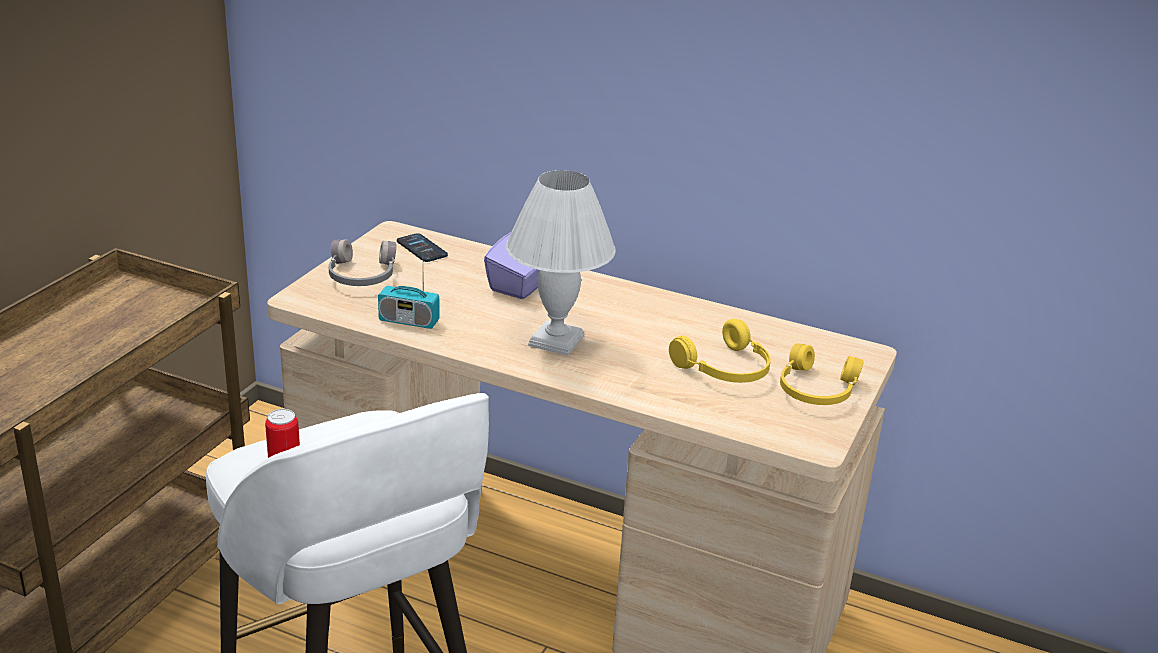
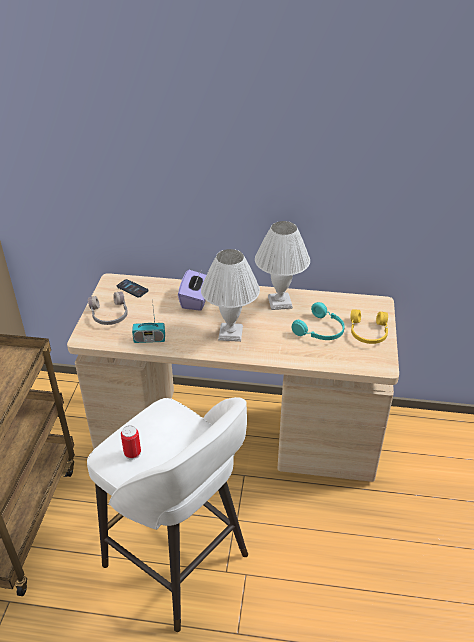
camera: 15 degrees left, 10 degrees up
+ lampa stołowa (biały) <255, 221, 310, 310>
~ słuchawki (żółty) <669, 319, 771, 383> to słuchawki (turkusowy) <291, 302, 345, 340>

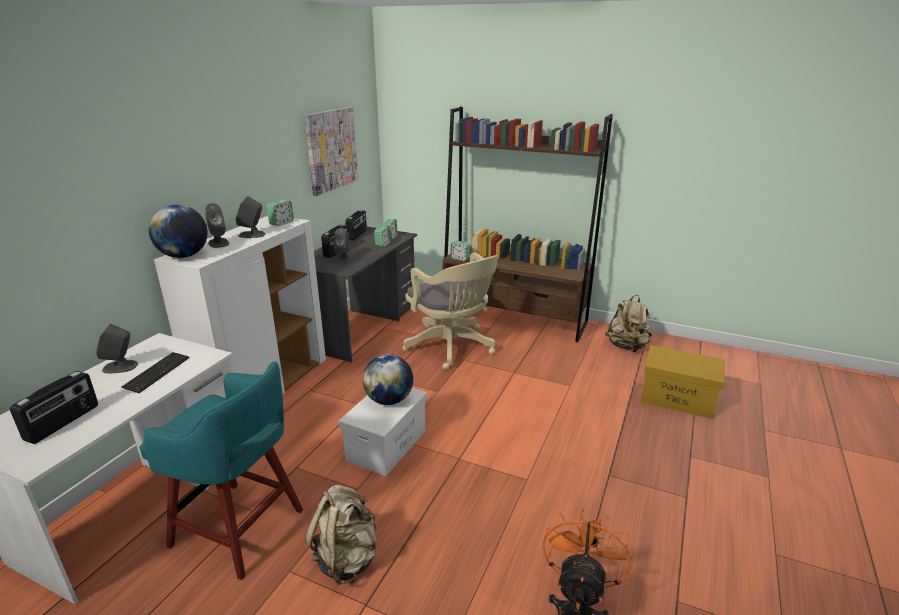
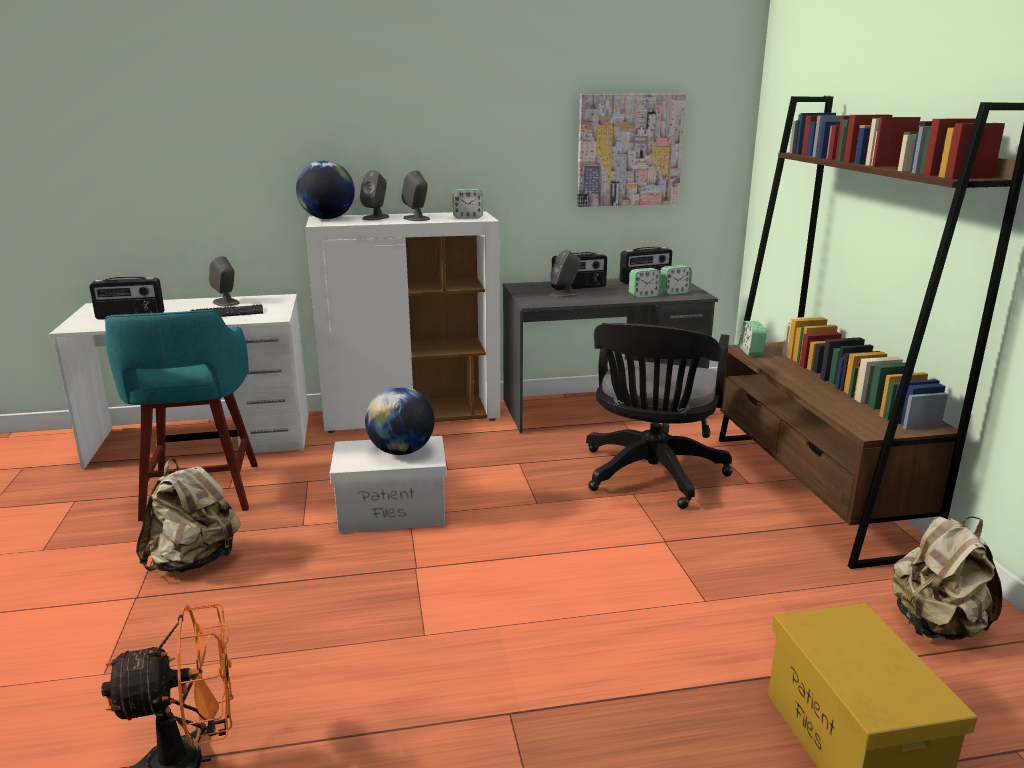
camera: 55 degrees right, 5 degrees down
~ krzesło biurowe (beżowy) <403, 252, 498, 370> to krzesło biurowe (czarny) <586, 323, 732, 509>

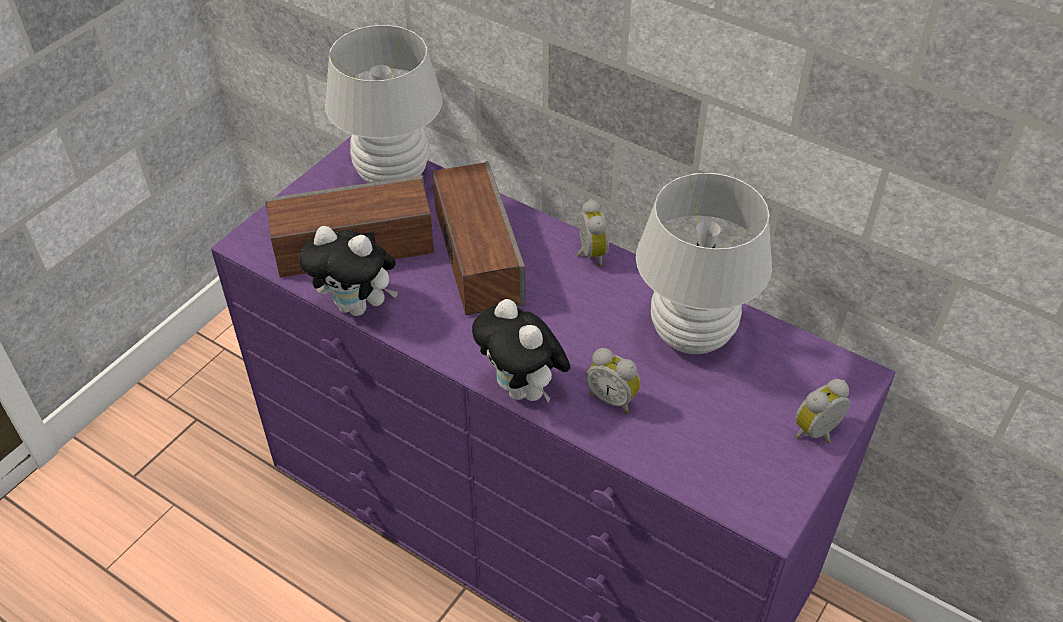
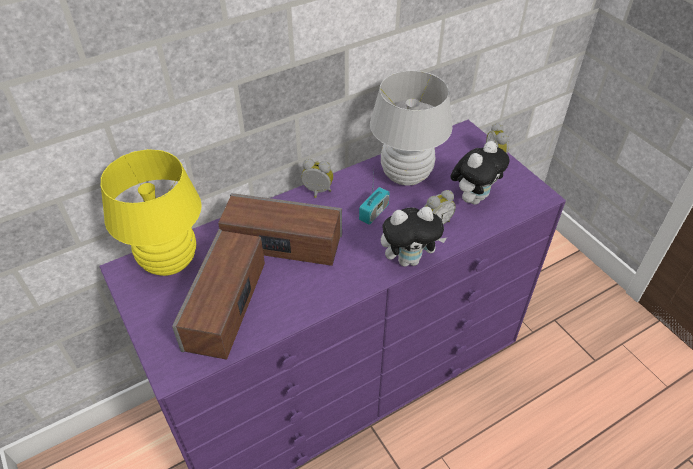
camera: 65 degrees left, 0 degrees up
+ radio <359, 171, 390, 225>
~ pluszak <299, 226, 398, 316> to <450, 141, 510, 204>
~ lampa stołowa (biały) <325, 25, 443, 183> to lampa stołowa (żółty) <101, 149, 202, 276>

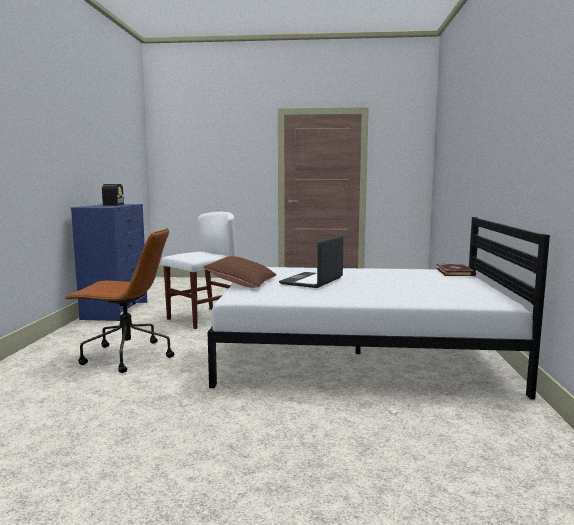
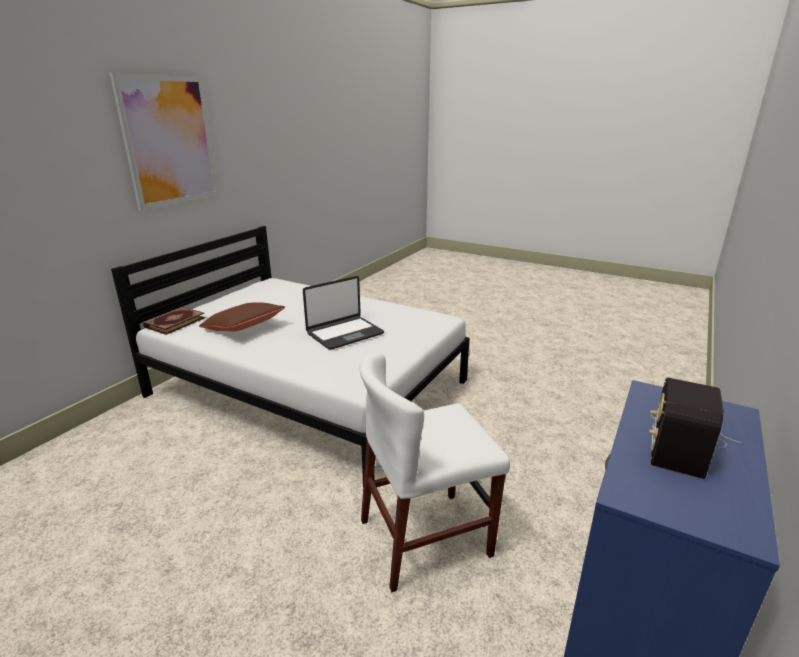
camera: 155 degrees left, 15 degrees up
- krzesło biurowe (brązowy) <64, 228, 174, 373>
+ obraz <110, 73, 219, 210>
~ poduszka (brązowy) <203, 256, 277, 288> to <199, 302, 285, 332>

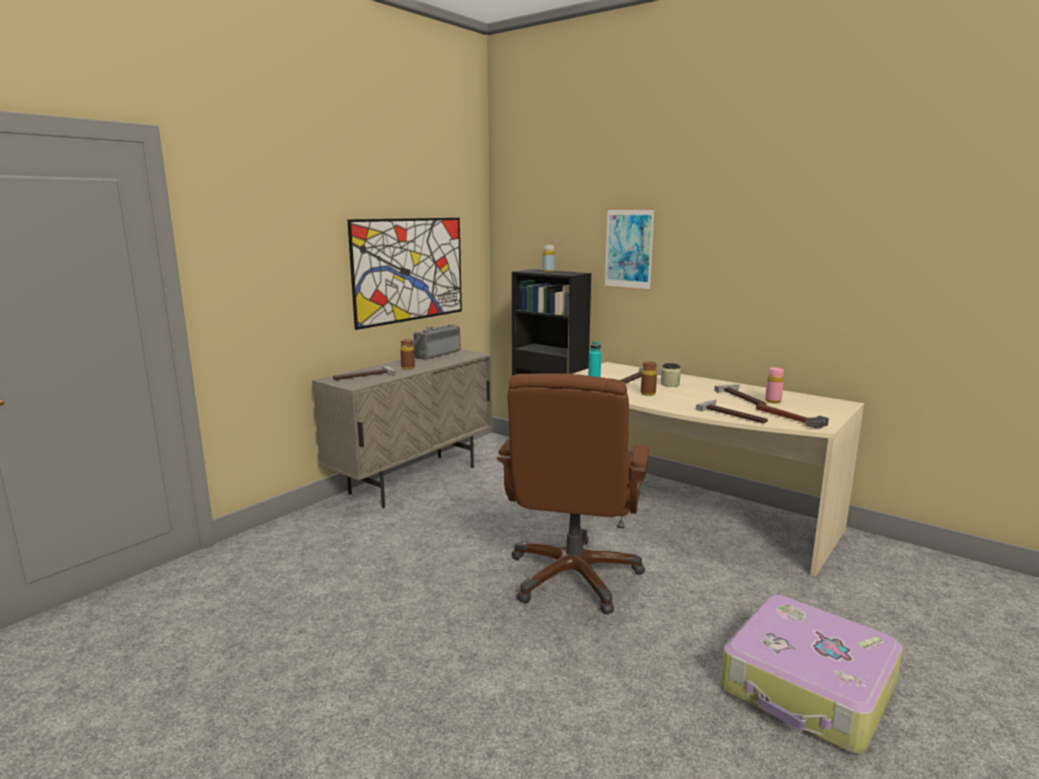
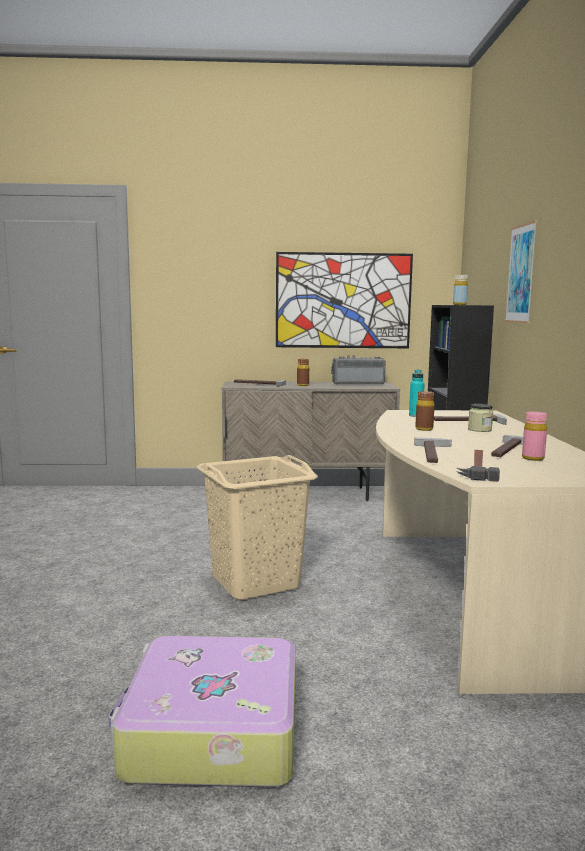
camera: 50 degrees right, 5 degrees down
~ krzesło biurowe (brązowy) <497, 373, 650, 614> to kosz na pranie (beżowy) <197, 455, 318, 600>

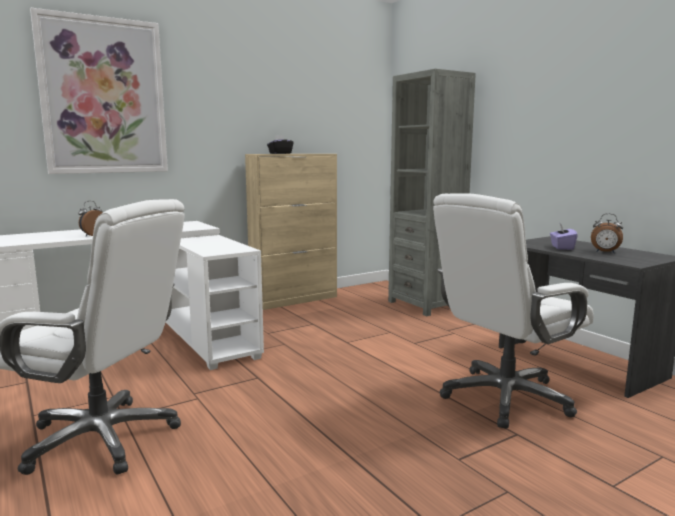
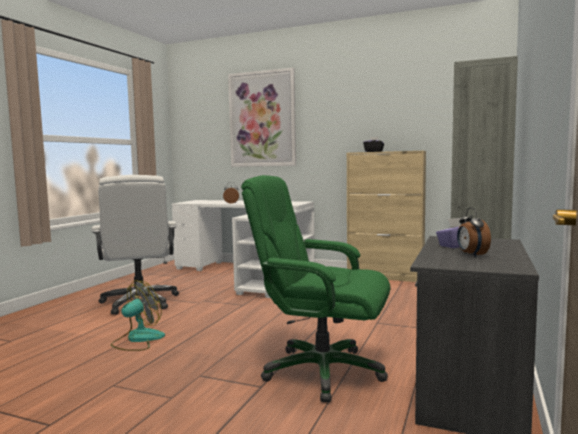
camera: 55 degrees right, 5 degrees down
+ wentylator <111, 280, 165, 351>
~ krzesło biurowe (biały) <433, 193, 594, 429> to krzesło biurowe (zielony) <241, 175, 390, 402>

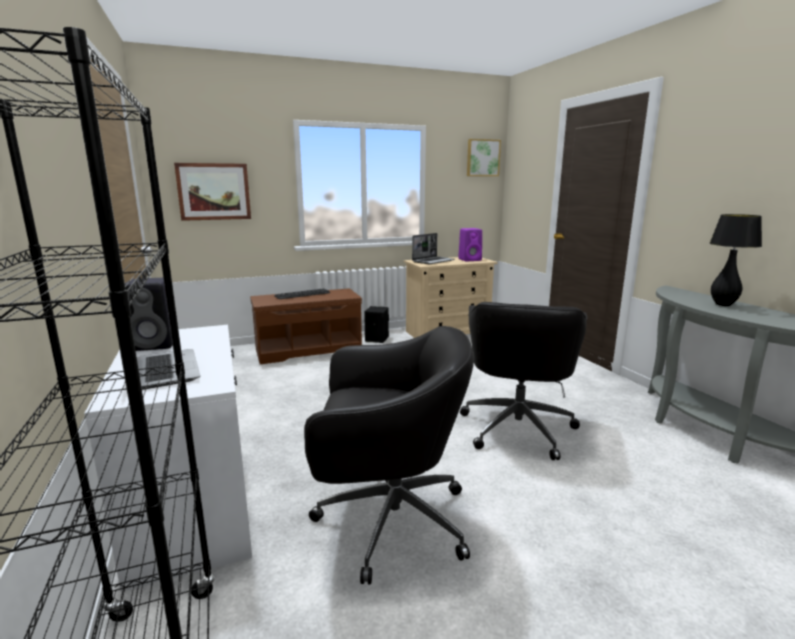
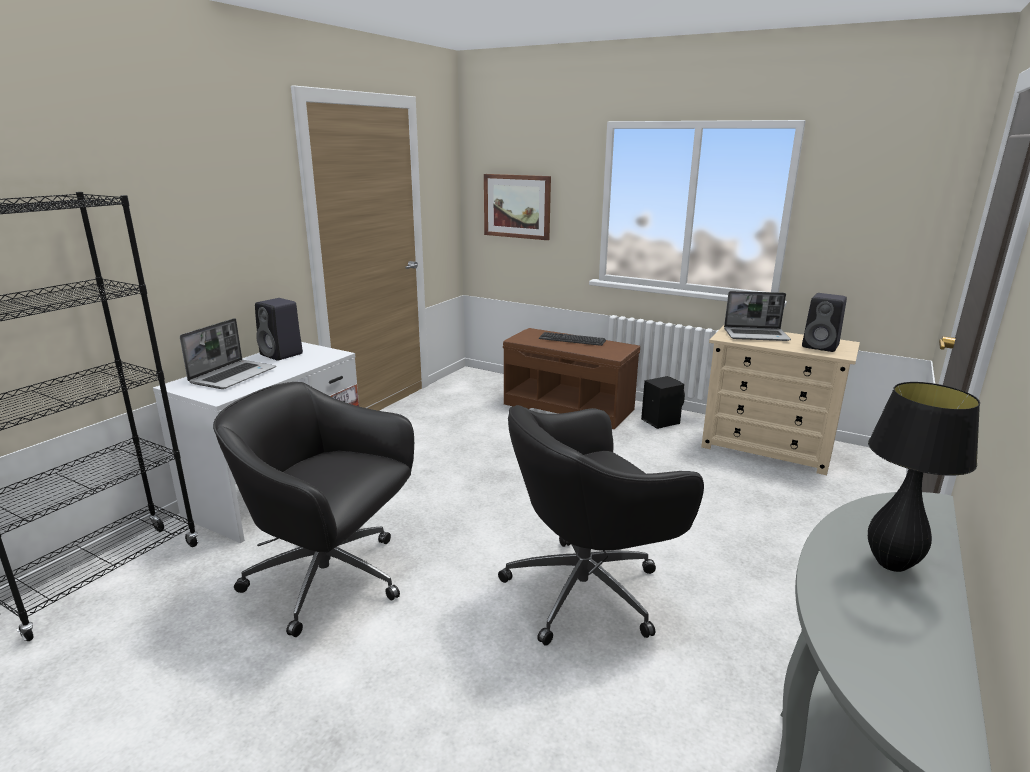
camera: 50 degrees right, 5 degrees up
- obraz <467, 139, 501, 176>
~ głośnik (fioletowy) <458, 228, 482, 261> to głośnik (czarny) <802, 293, 847, 352>
~ krzesło biurowe (czarny) <304, 326, 474, 584> = <213, 382, 414, 637> 150 degrees clockwise

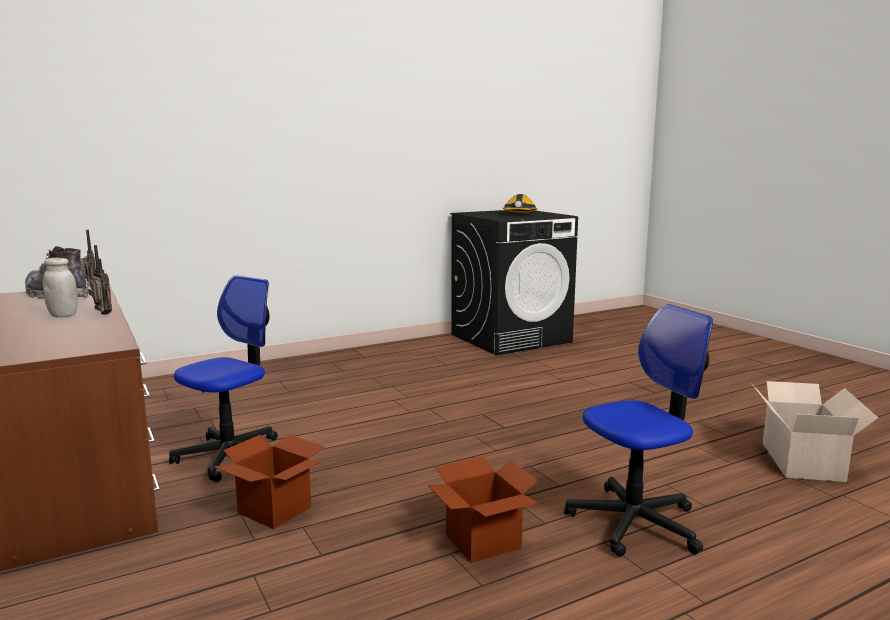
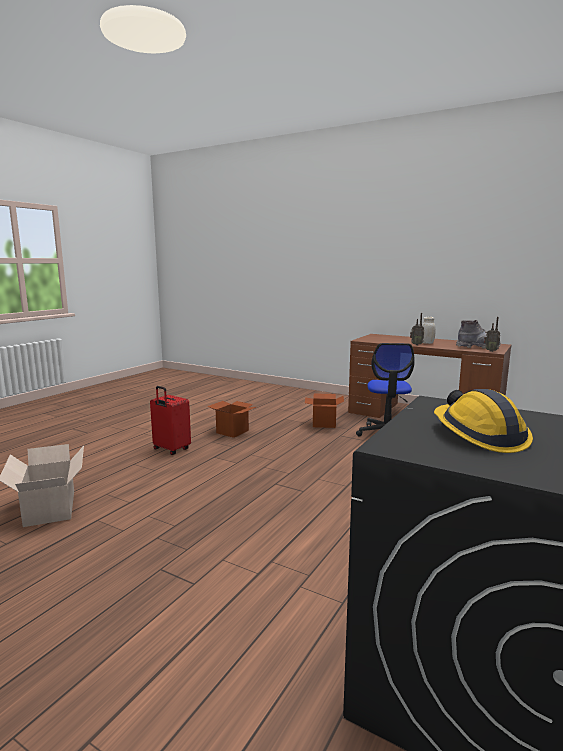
camera: 150 degrees right, 0 degrees up
~ krzesło biurowe <564, 304, 713, 557> to walizka (czerwony) <150, 386, 191, 455>

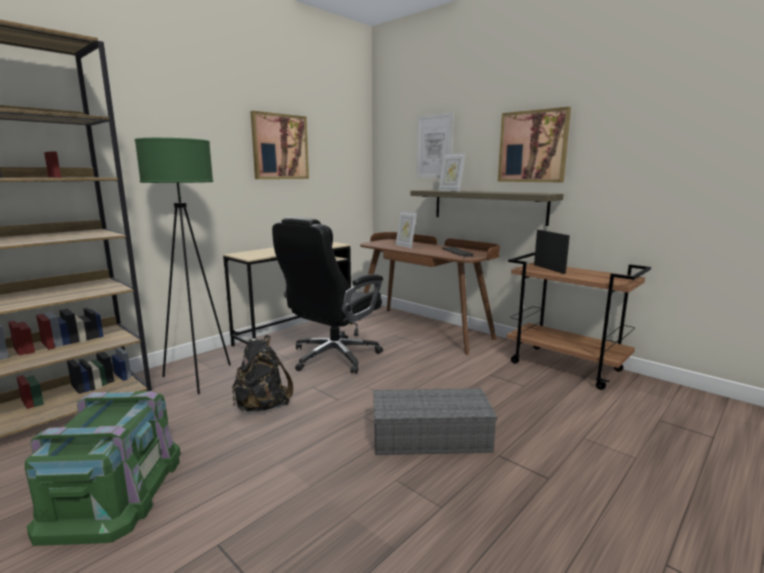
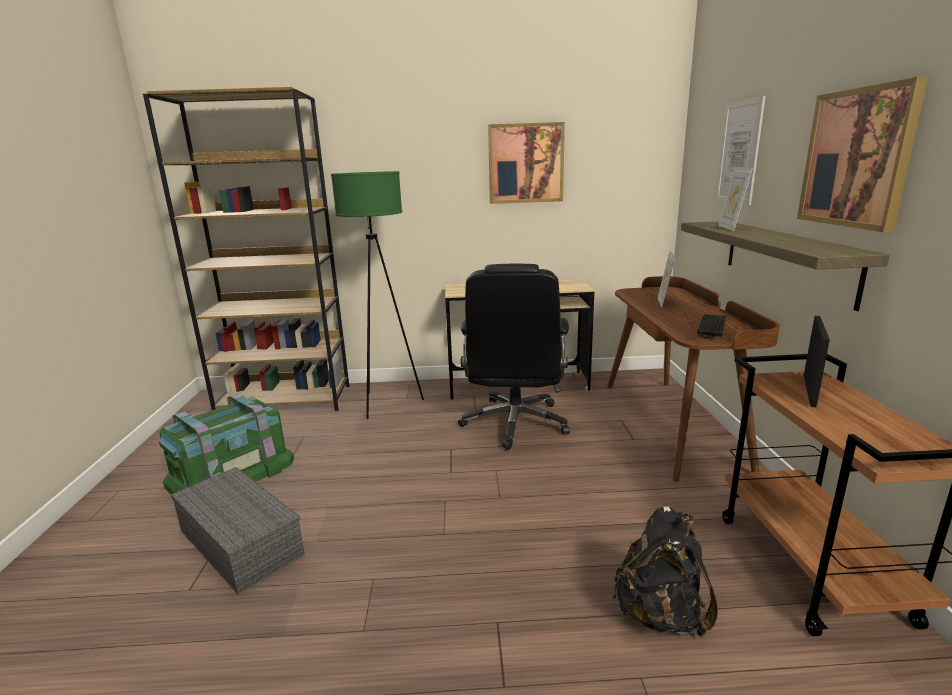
camera: 45 degrees right, 5 degrees up
~ plecak (czarny) <232, 335, 293, 412> to <613, 506, 718, 638>
~ pojemnik do przechowywania (szary) <373, 388, 497, 455> to <171, 467, 305, 594>
~ krzesło biurowe (czarny) <272, 217, 383, 374> = <458, 264, 570, 450> 75 degrees counterclockwise

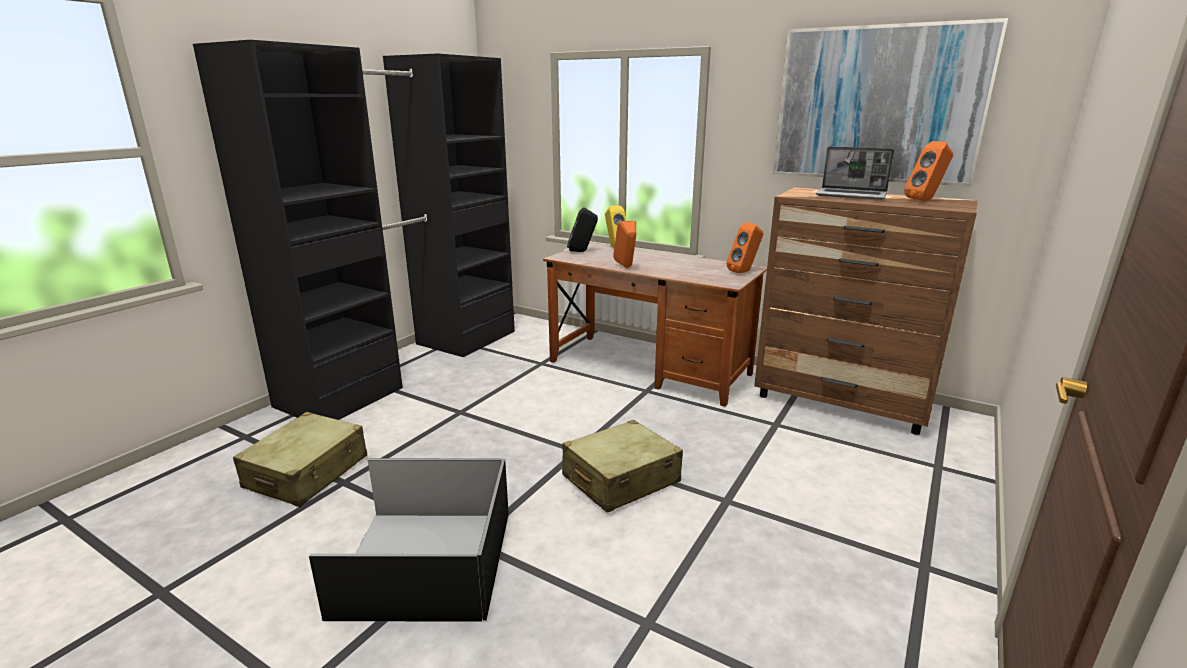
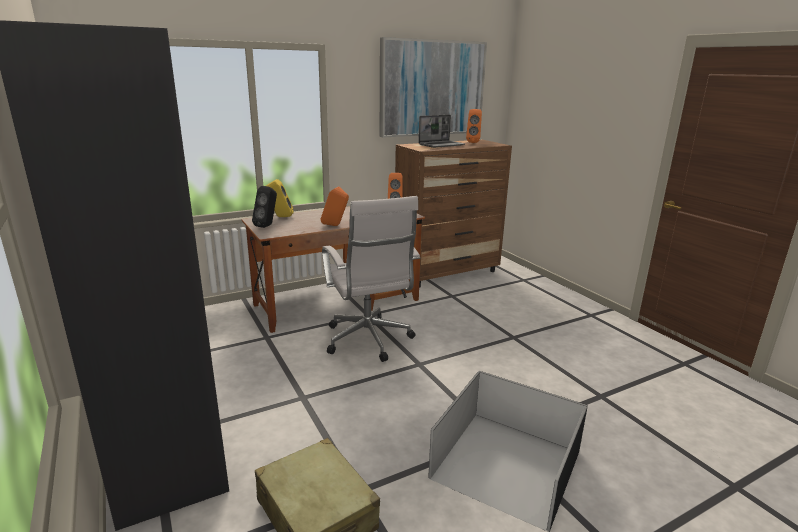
camera: 60 degrees left, 0 degrees up
- walizka (beżowy) <562, 420, 683, 513>
+ krzesło biurowe (biały) <322, 196, 420, 362>

